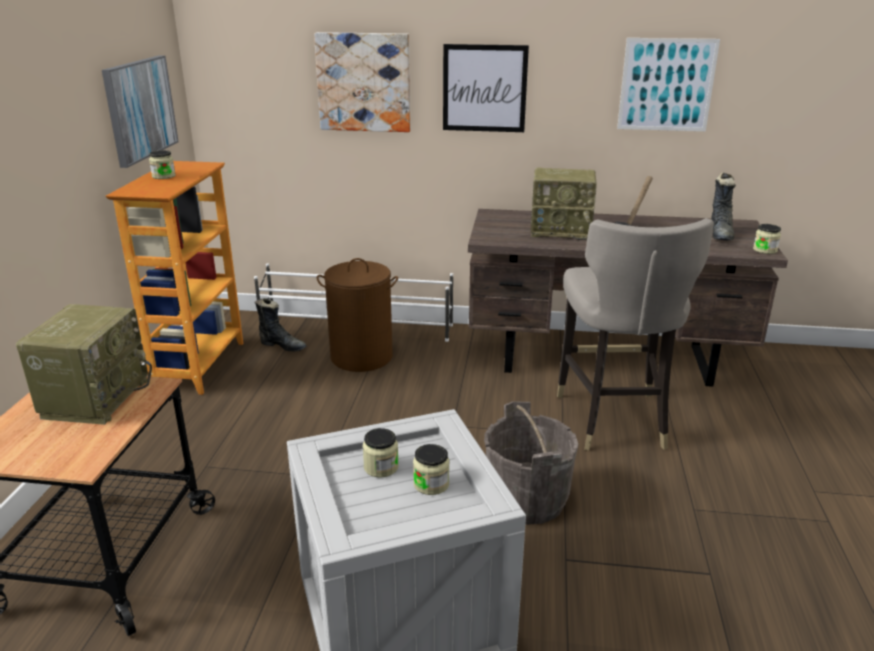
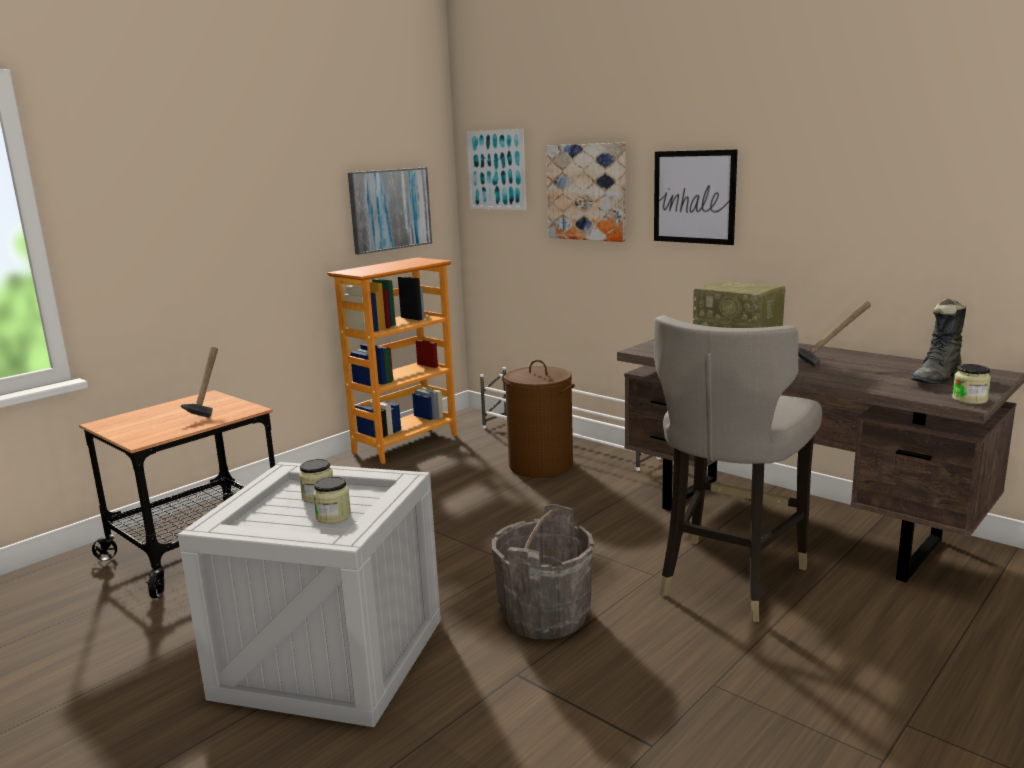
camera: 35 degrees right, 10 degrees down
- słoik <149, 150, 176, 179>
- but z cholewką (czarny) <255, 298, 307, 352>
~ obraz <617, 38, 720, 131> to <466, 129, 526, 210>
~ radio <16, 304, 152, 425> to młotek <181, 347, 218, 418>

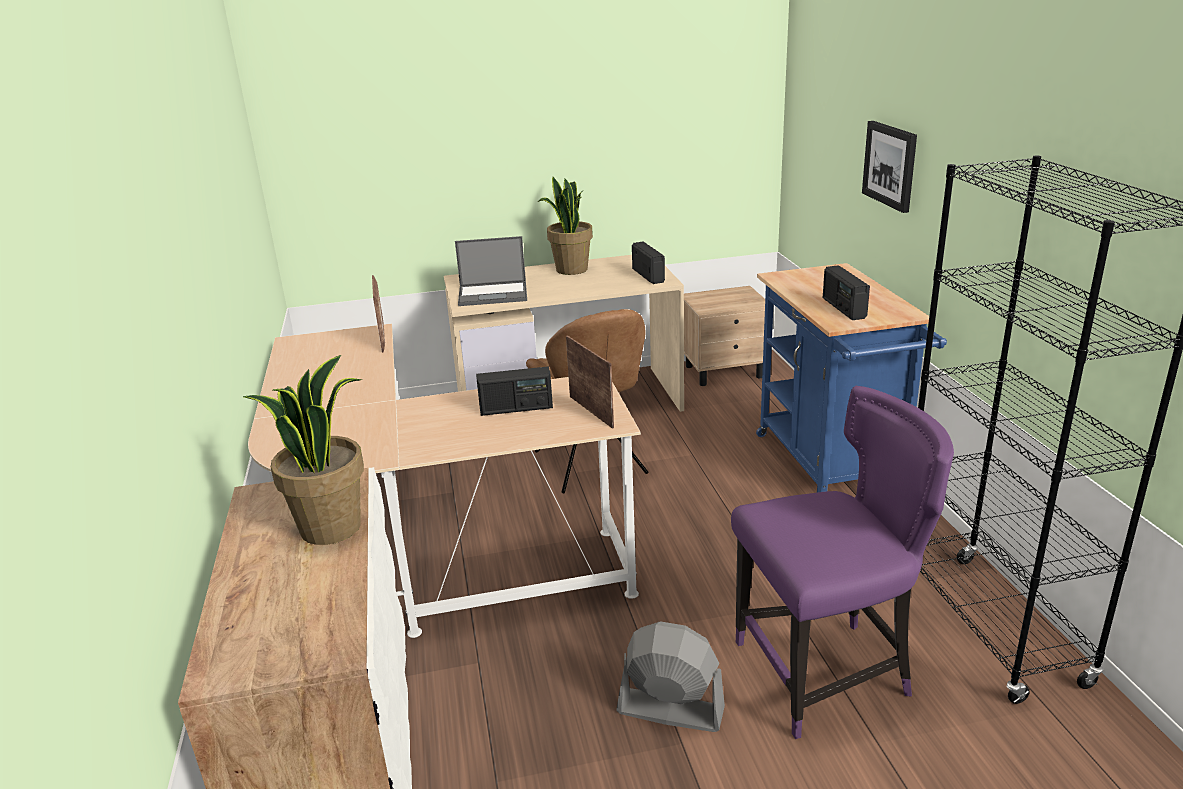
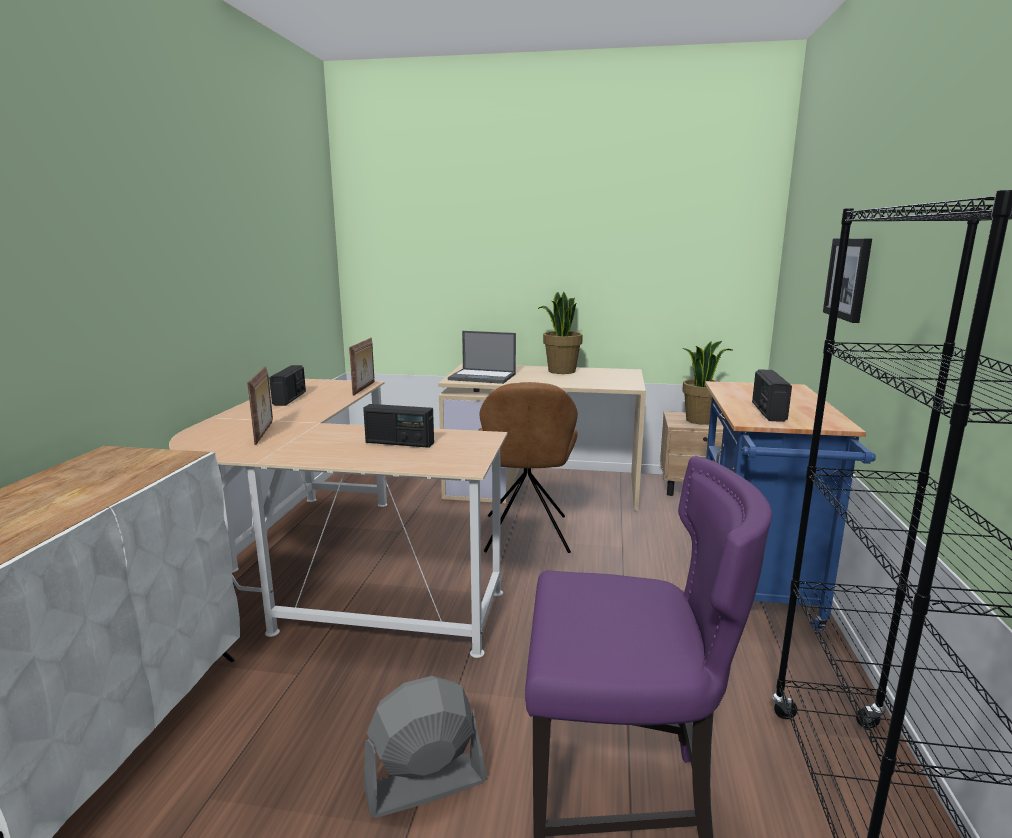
camera: 20 degrees right, 10 degrees down
~ roślina doniczkowa <242, 355, 364, 545> to <682, 341, 732, 425>
~ ramka na zdjęcie <566, 335, 614, 429> to <247, 367, 273, 445>
~ radio <632, 241, 665, 284> to <269, 365, 306, 406>
~ wentylator (szary) <616, 621, 725, 732> = <364, 676, 487, 818> 60 degrees counterclockwise

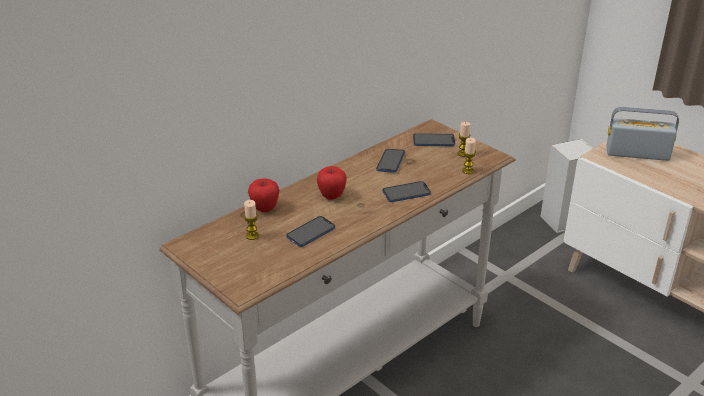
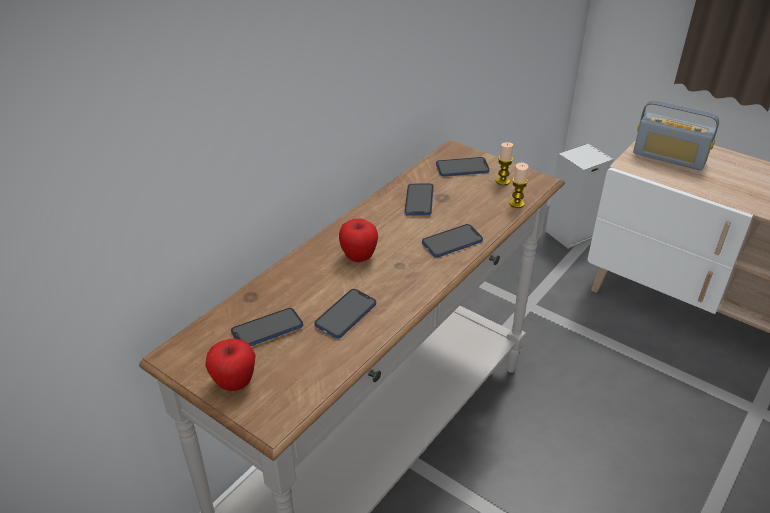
camera: 10 degrees left, 5 degrees up
~ jabłko <248, 179, 280, 212> to <205, 339, 256, 391>
~ świeca <244, 200, 259, 240> to telefon <231, 308, 303, 346>
~ radio <606, 107, 679, 161> = <633, 100, 719, 171> 150 degrees counterclockwise

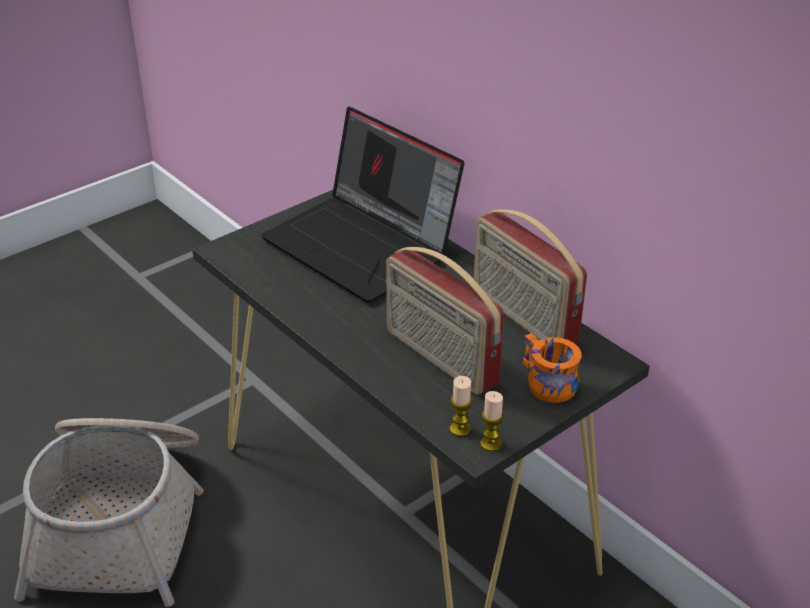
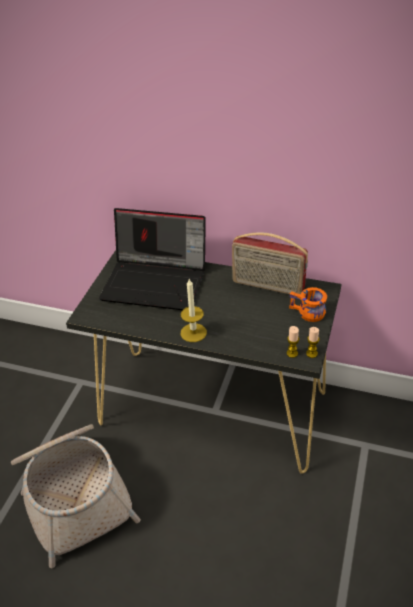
camera: 30 degrees left, 5 degrees up
- radio <386, 247, 504, 395>
+ świeca <181, 279, 207, 342>

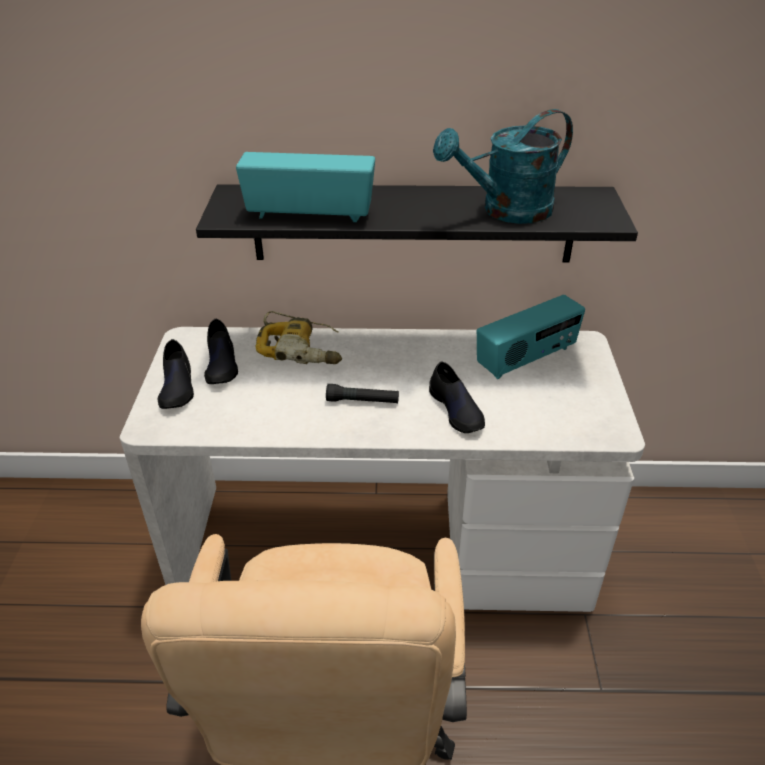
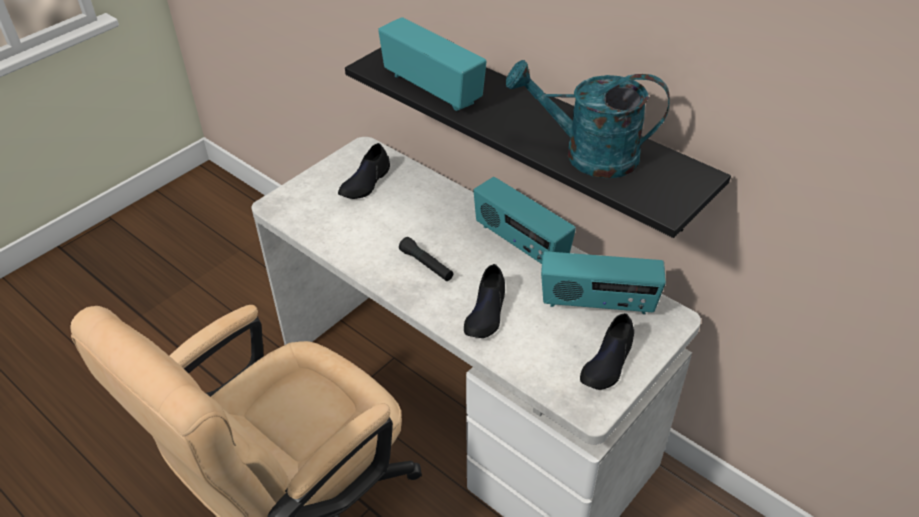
camera: 40 degrees right, 5 degrees up
- wiertarka <255, 311, 342, 364>
+ radio <473, 177, 576, 264>
~ but (czarny) <158, 339, 194, 409> to <580, 313, 634, 390>

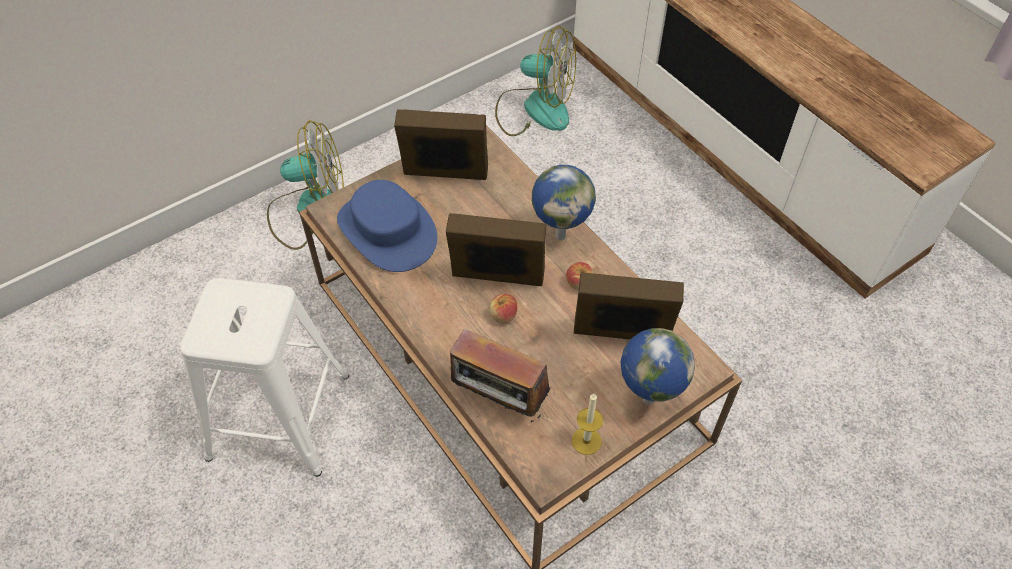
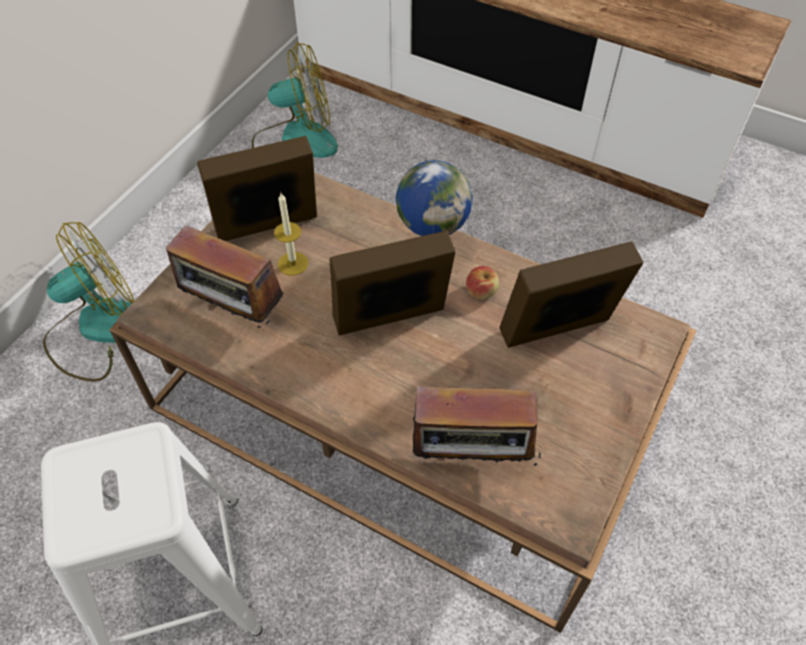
camera: 25 degrees left, 0 degrees up
- jabłko <489, 294, 517, 324>
- globus <621, 328, 695, 405>
~ świeca <572, 394, 603, 455> to <274, 193, 308, 276>
~ kapelusz (niebieski) <337, 180, 437, 272> to radio <166, 225, 284, 328>

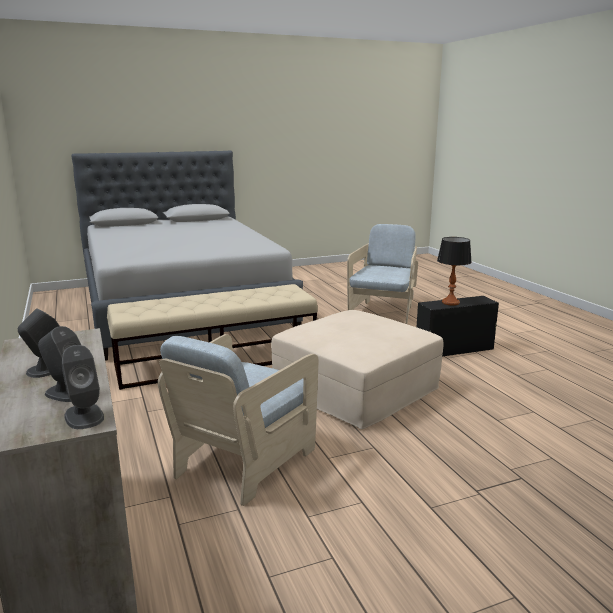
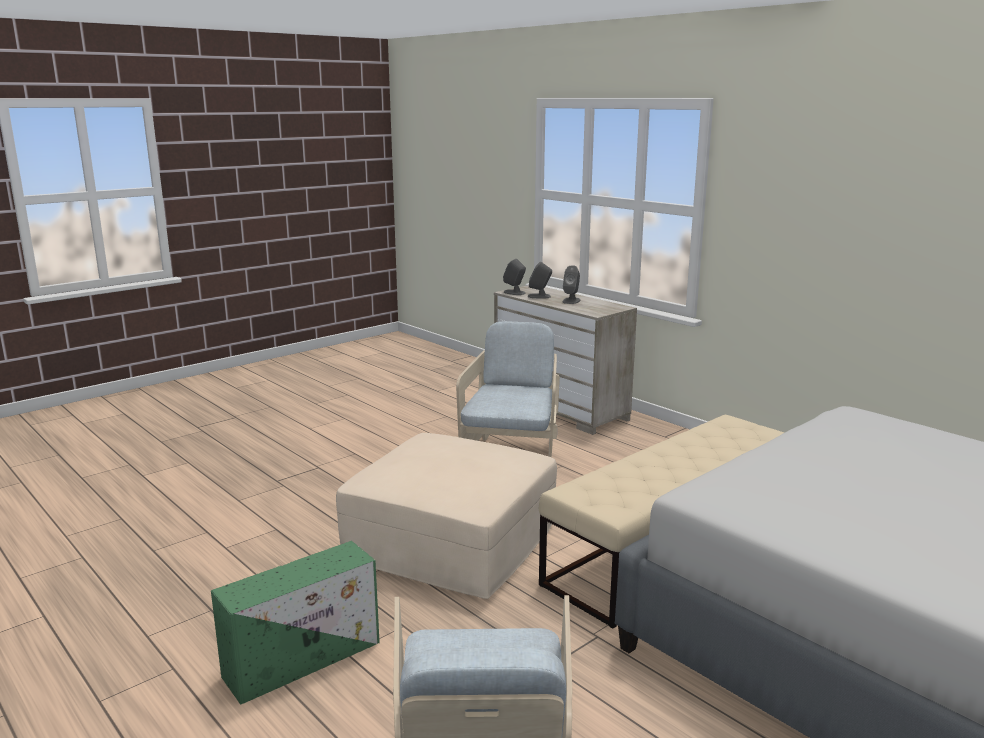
camera: 160 degrees right, 0 degrees up
- lampa stołowa <437, 237, 472, 305>
~ pojemnik do przechowywania (czarny) <417, 296, 499, 357> to pojemnik do przechowywania (zielony) <211, 541, 380, 705>

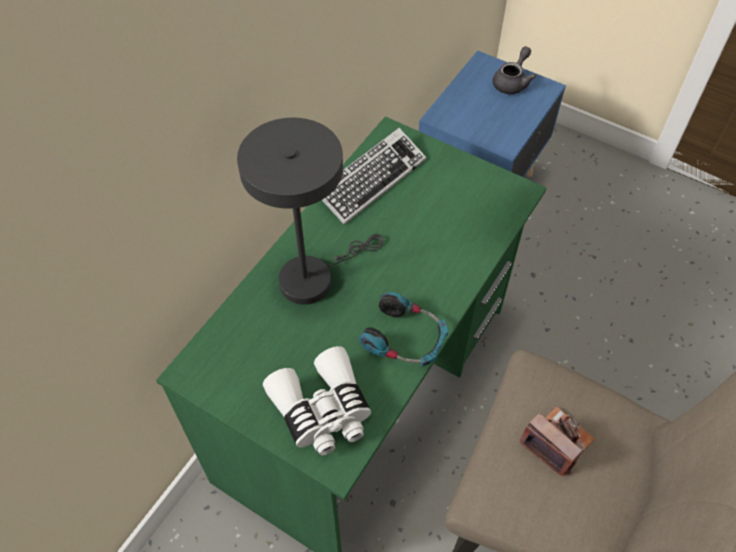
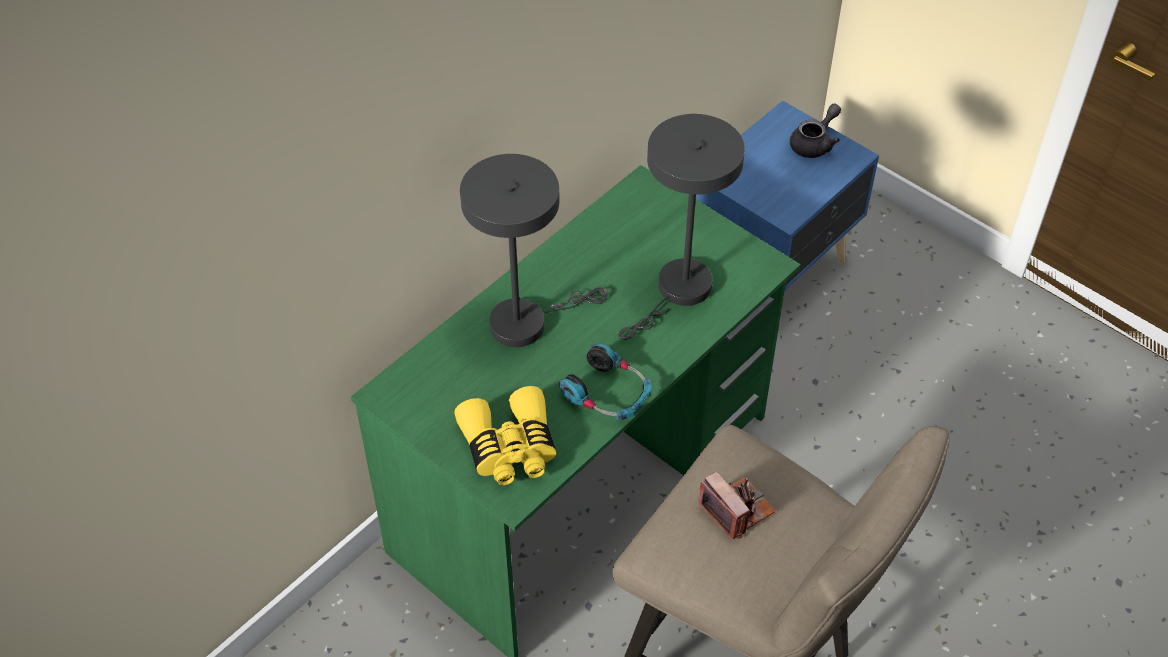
camera: 10 degrees right, 5 degrees down
- klawiatura <322, 128, 426, 225>
+ lampa stołowa (szary) <618, 114, 745, 340>
~ lornetka (biały) <263, 346, 371, 455> to lornetka (żółty) <454, 386, 556, 485>

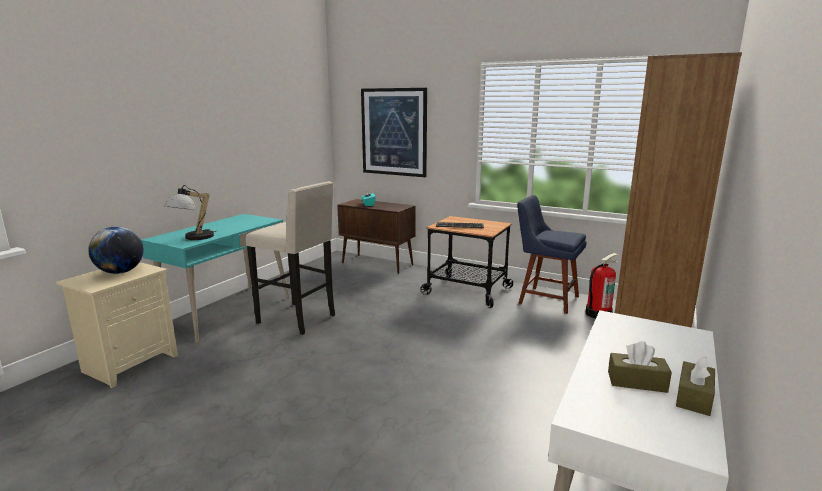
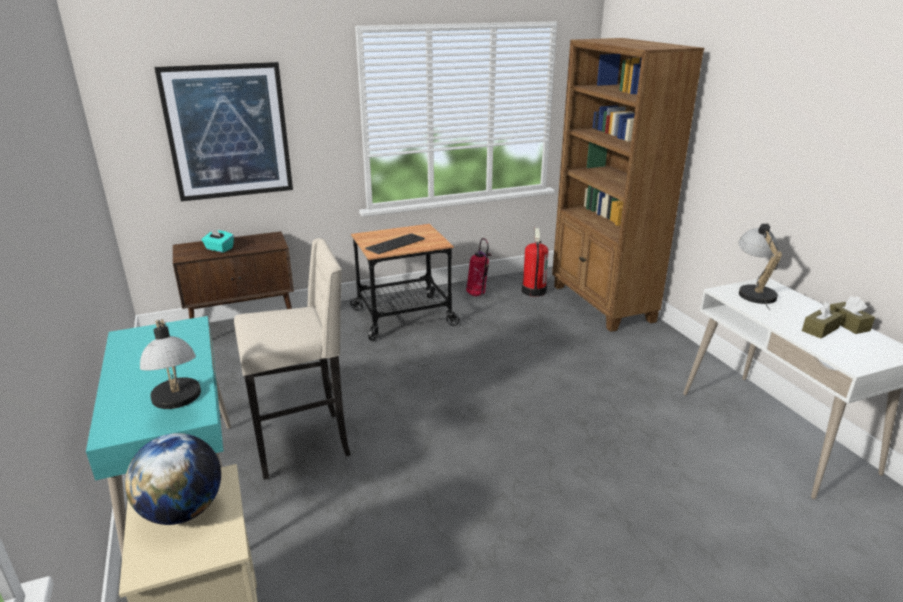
camera: 50 degrees left, 10 degrees up
+ lampa stołowa <738, 223, 782, 310>
~ krzesło (niebieski) <517, 195, 586, 314> to gaśnica <466, 238, 491, 296>

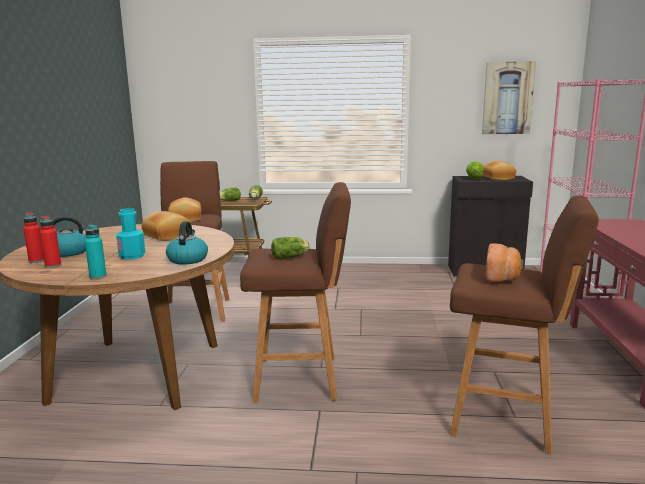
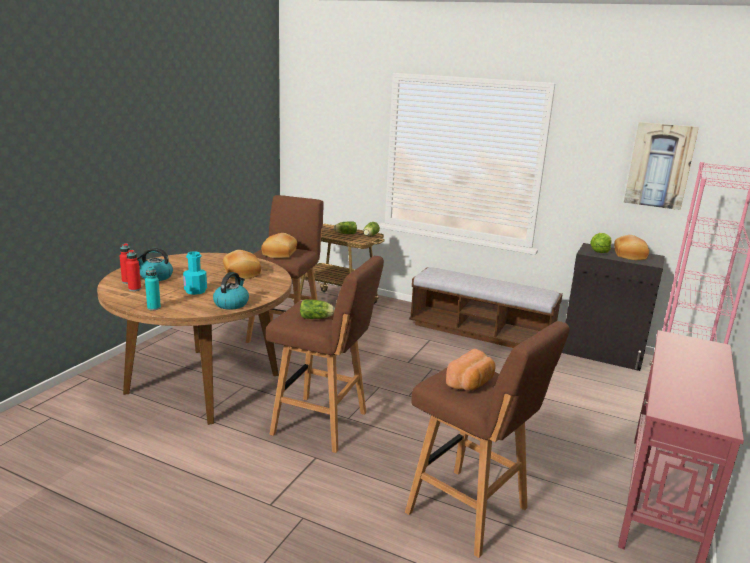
camera: 20 degrees right, 5 degrees up
+ ławka <409, 267, 563, 348>

